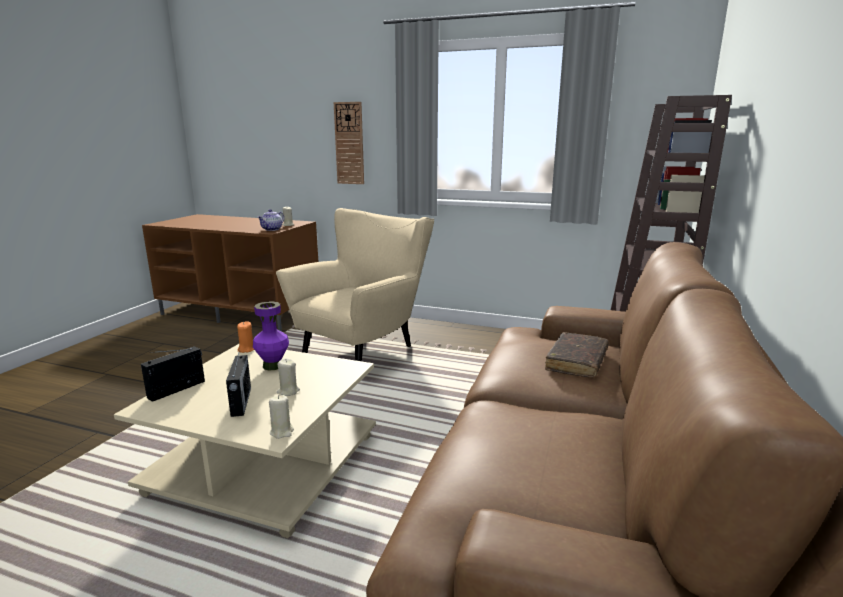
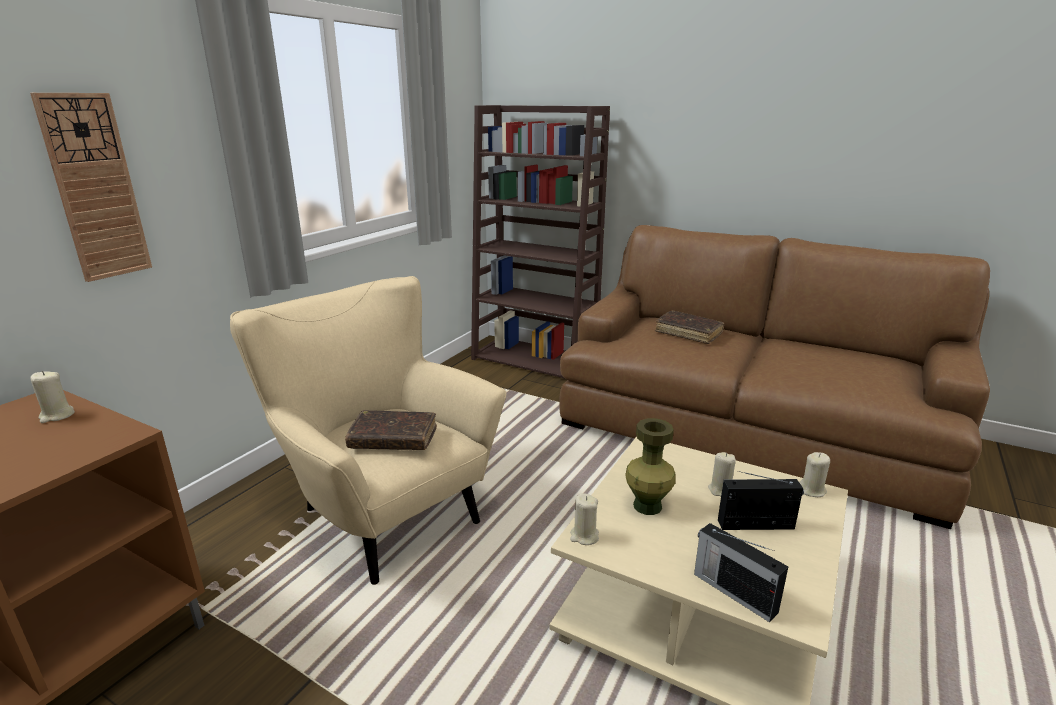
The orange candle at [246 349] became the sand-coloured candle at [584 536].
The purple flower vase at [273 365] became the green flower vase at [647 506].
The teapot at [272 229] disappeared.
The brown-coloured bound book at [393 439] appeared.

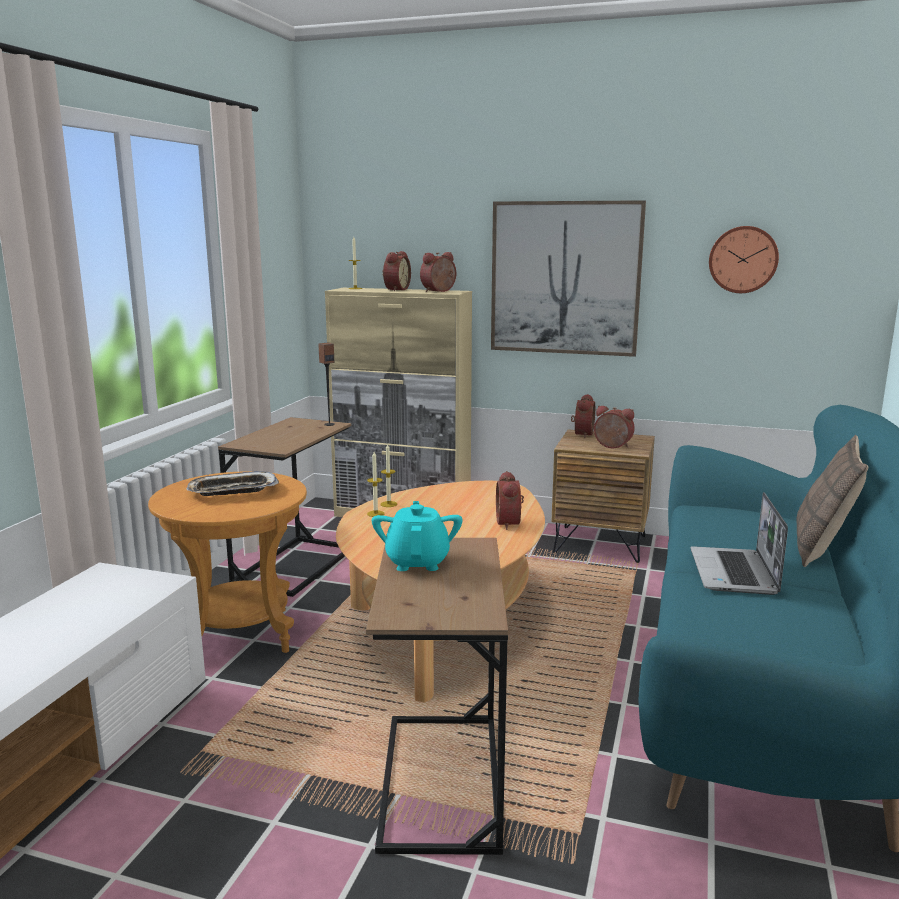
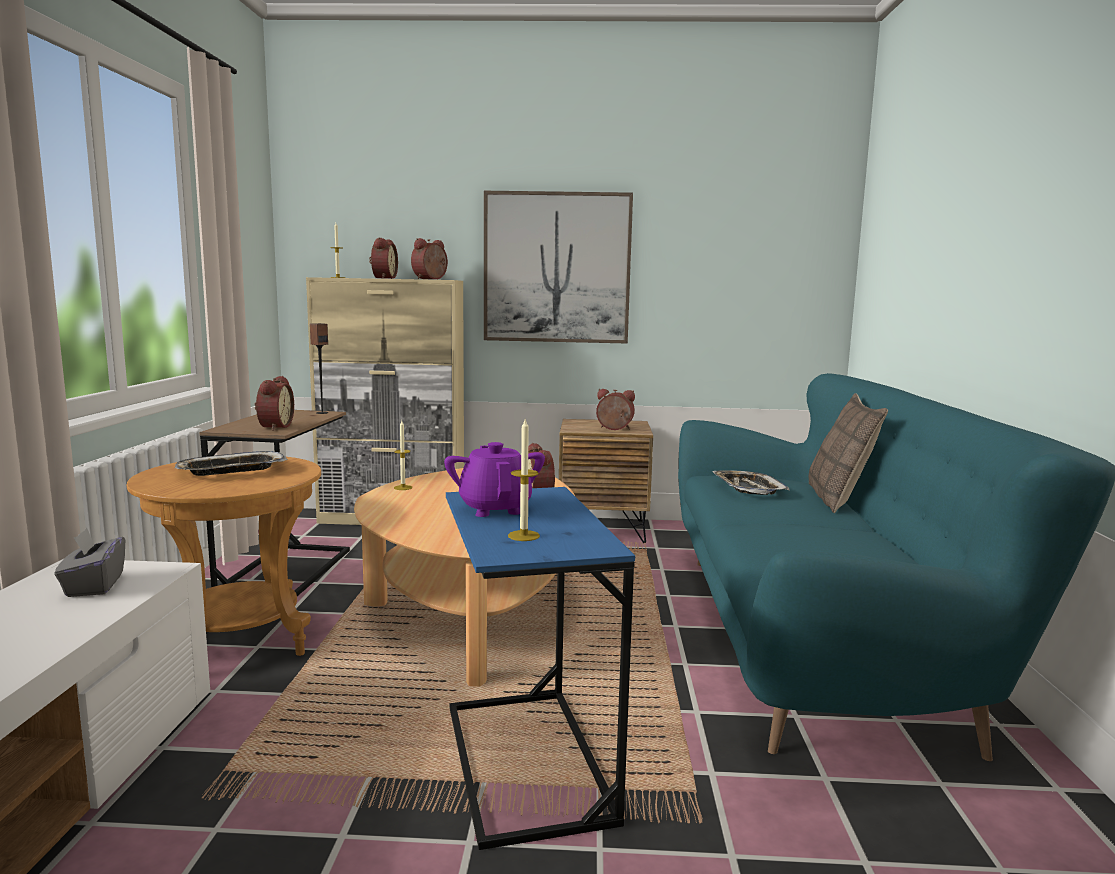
The brown-coloured side table at [441 780] became the blue-coloured side table at [527 761].
The candle moved from [375 513] to [523 536].
The turquoise teapot at [417 562] became the purple teapot at [495 508].
The bedside clock moved from [581 434] to [273 427].
The portable computer at [734 573] disappeared.
The hanging clock at [743 259] disappeared.
The greyish tissue box at [94 585] appeared.
The tray at [748 488] appeared.

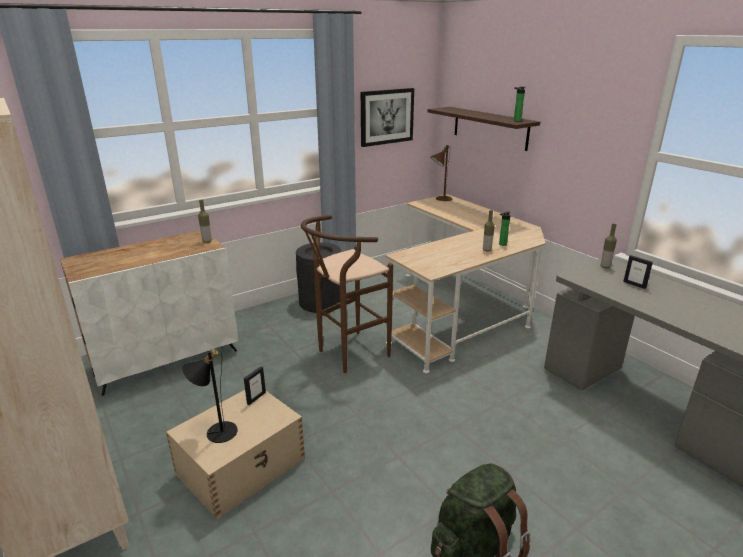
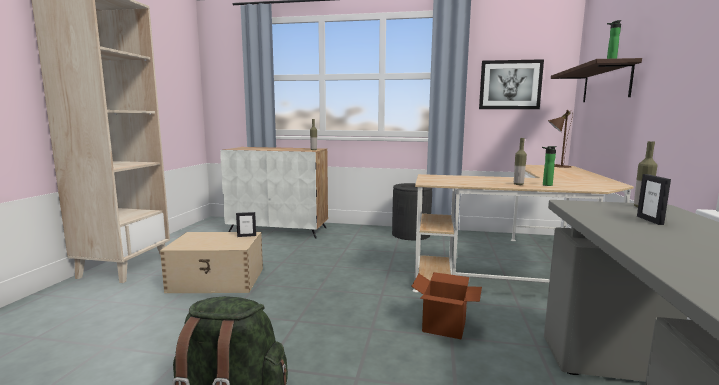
The black table lamp at [216 431] disappeared.
The brown-coloured stool seat at [347 355] disappeared.
The carton at [444 326] appeared.

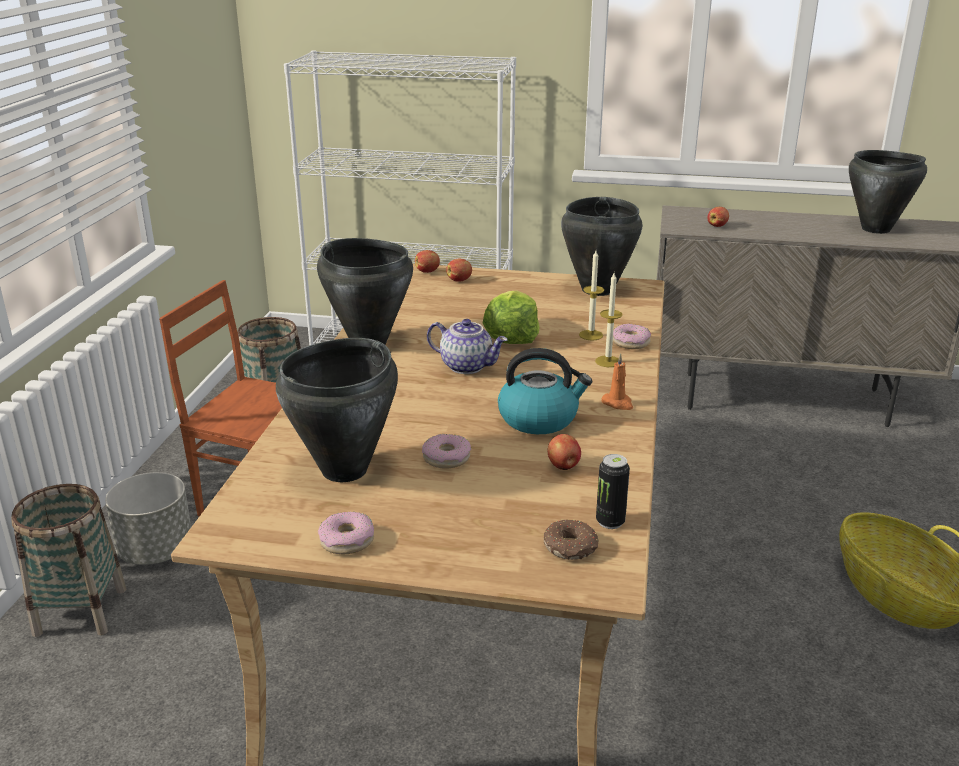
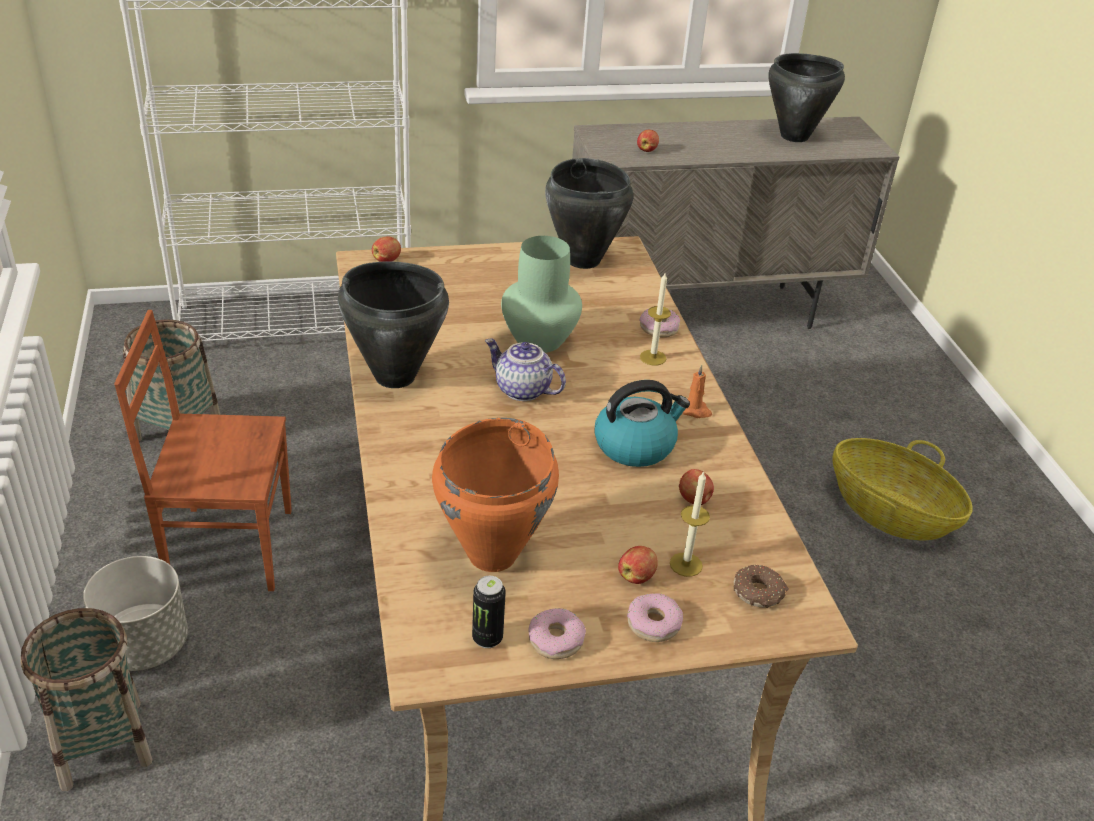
The black cooking pot at [345 470] became the orange cooking pot at [493 554].
The donut moved from [446 458] to [653 623].
The teapot at [467 366] turned 150 degrees counterclockwise.
The apple moved from [459 280] to [637 576].
The lettuce at [511 336] was replaced by the green flower vase at [538 340].
The candle moved from [591 335] to [686 564].
The can moved from [610 522] to [487 638].

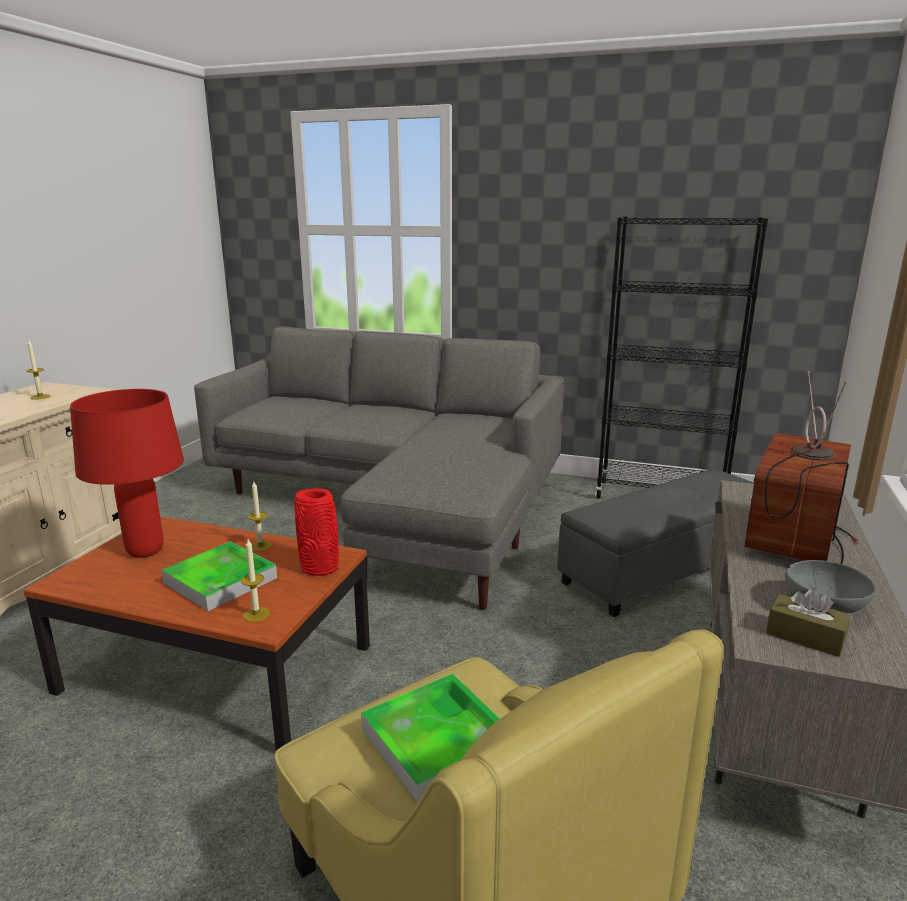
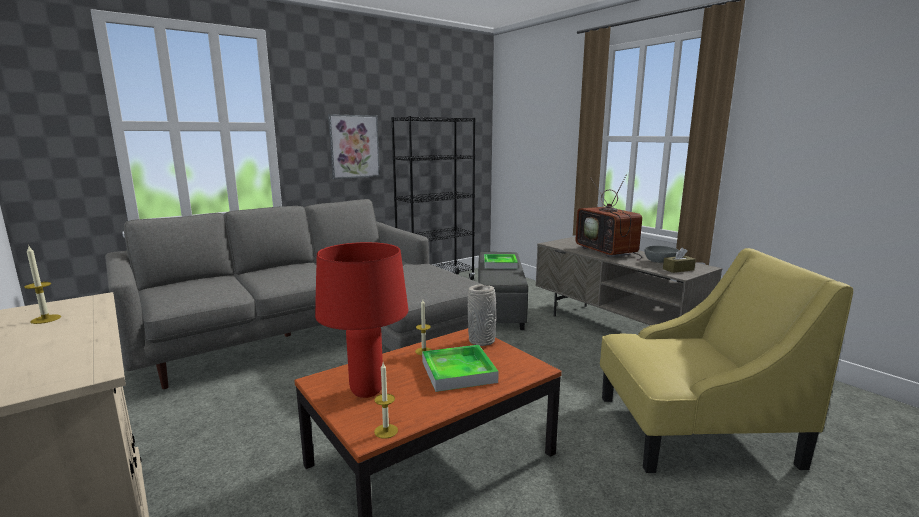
The candle moved from [256 614] to [386 431].
The red-coloured flower vase at [321 568] became the greyish flower vase at [482 341].
The tray moved from [437 741] to [500 264].
The wall picture at [354 146] appeared.

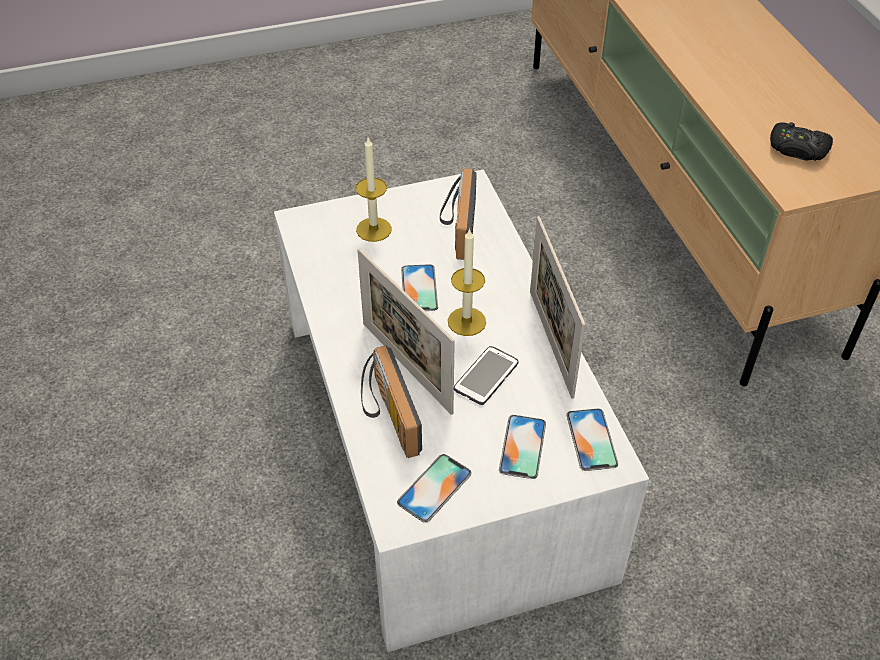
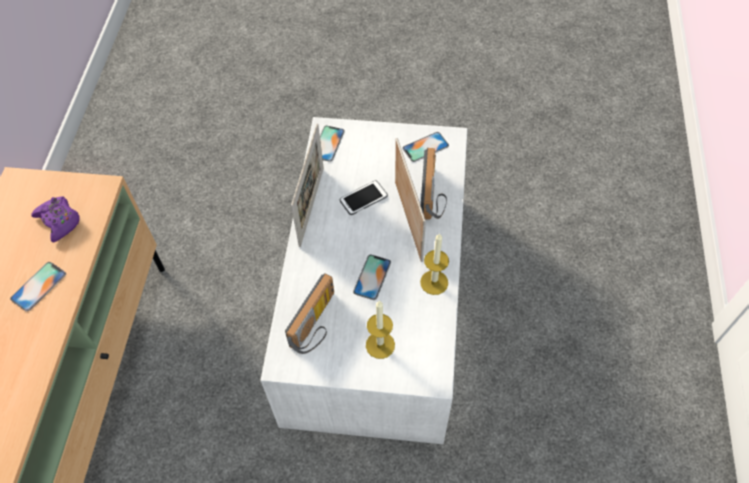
The candle moved from [466 321] to [434 282].
The handset moved from [522 446] to [38 286].
The black joypad at [797 149] became the purple joypad at [59 221].

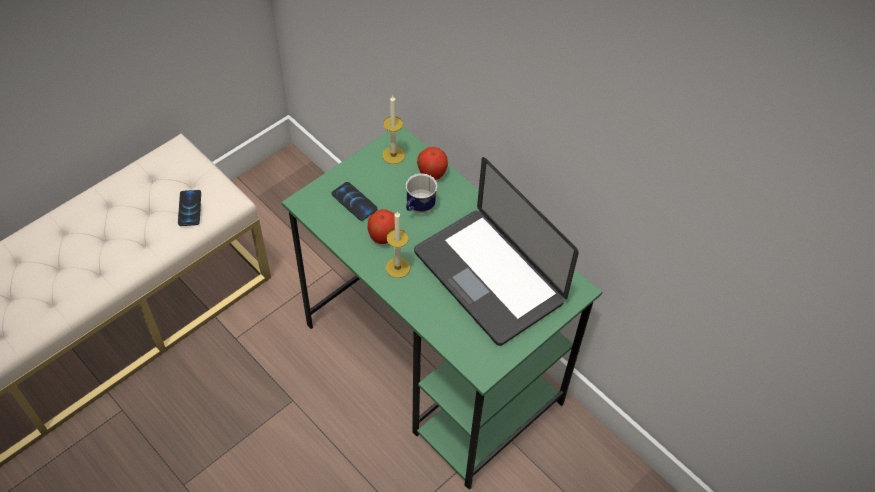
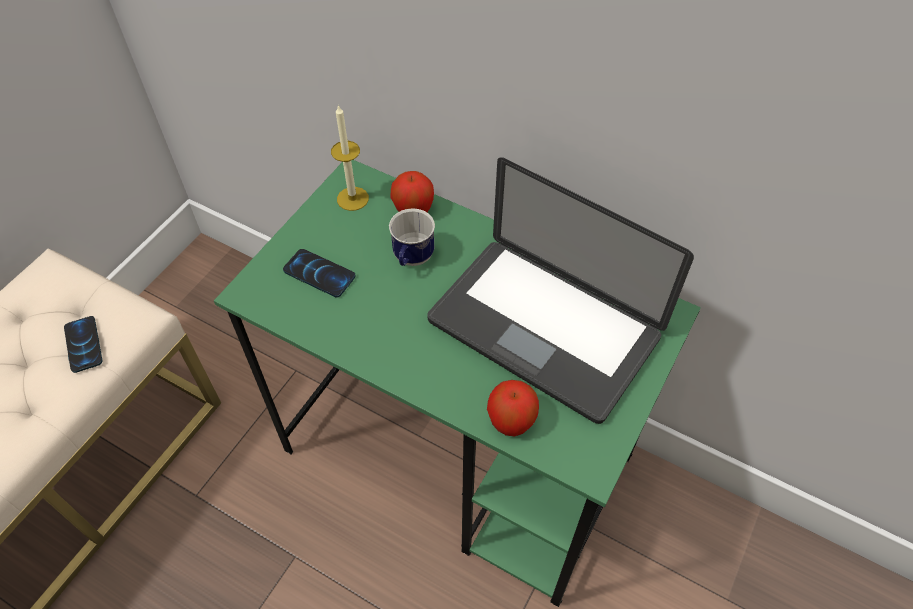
The apple moved from [383 236] to [511 420].
The candle at [397 267] disappeared.

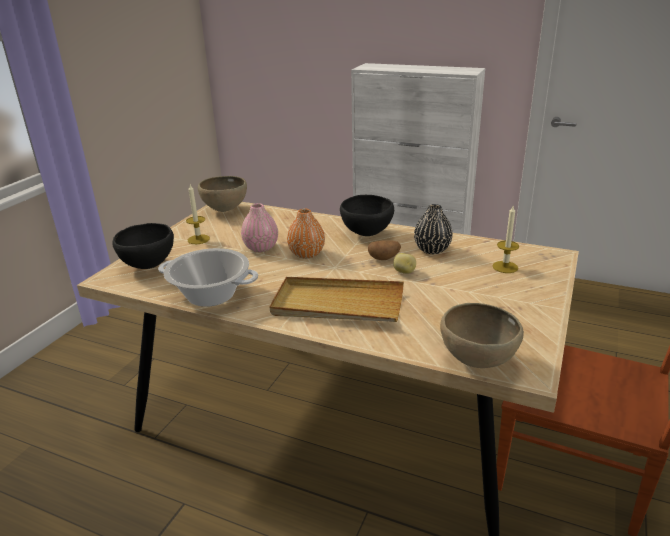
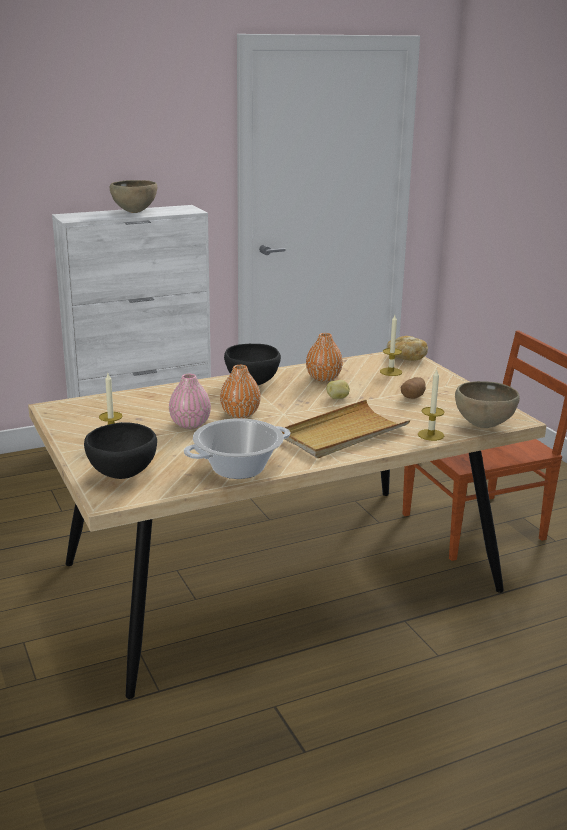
The brown-coloured deep dish moved from [225 210] to [135 212].
The potato moved from [384 258] to [413 397].
The black flower vase at [432 250] became the orange flower vase at [323 378].
The baked bread at [405 358] appeared.
The candle at [430 435] appeared.

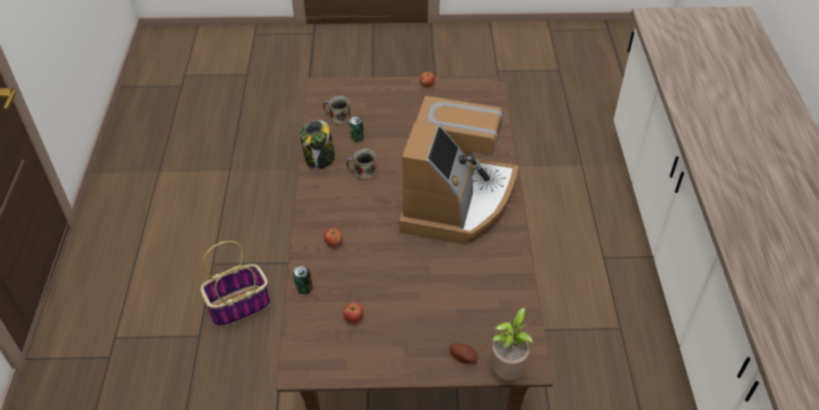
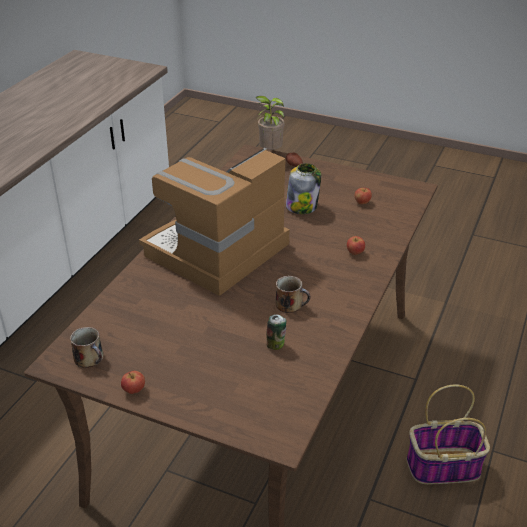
The can at [303 289] disappeared.
The jar moved from [320 159] to [302 206].
The coffee mug moved from [338 118] to [90 358].

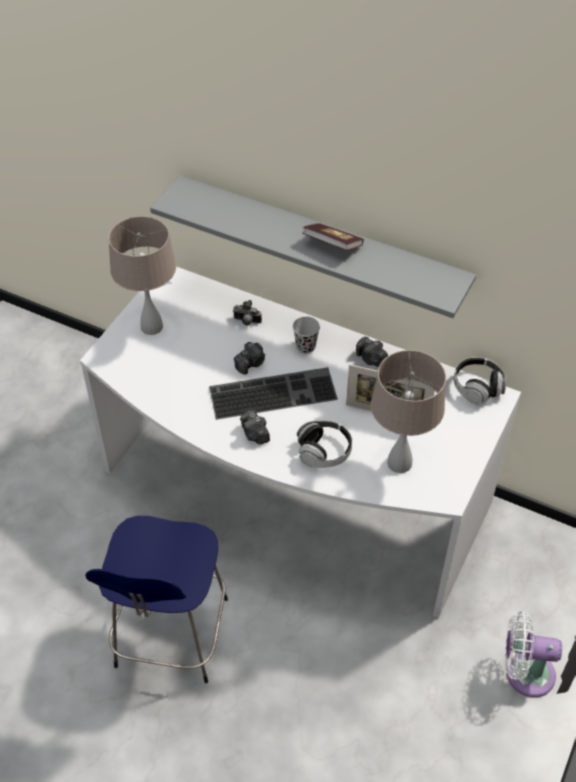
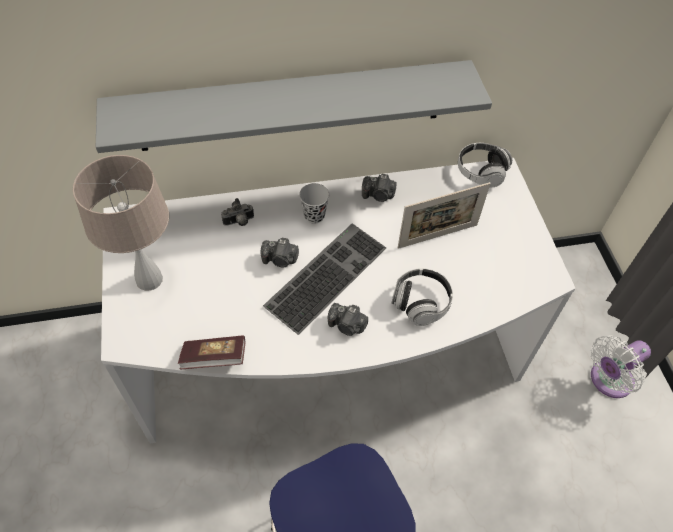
The still camera at [251 363] turned 90 degrees clockwise.
The bound book moved from [332 245] to [214 358].
The sand-coloured table lamp at [400 462] disappeared.

